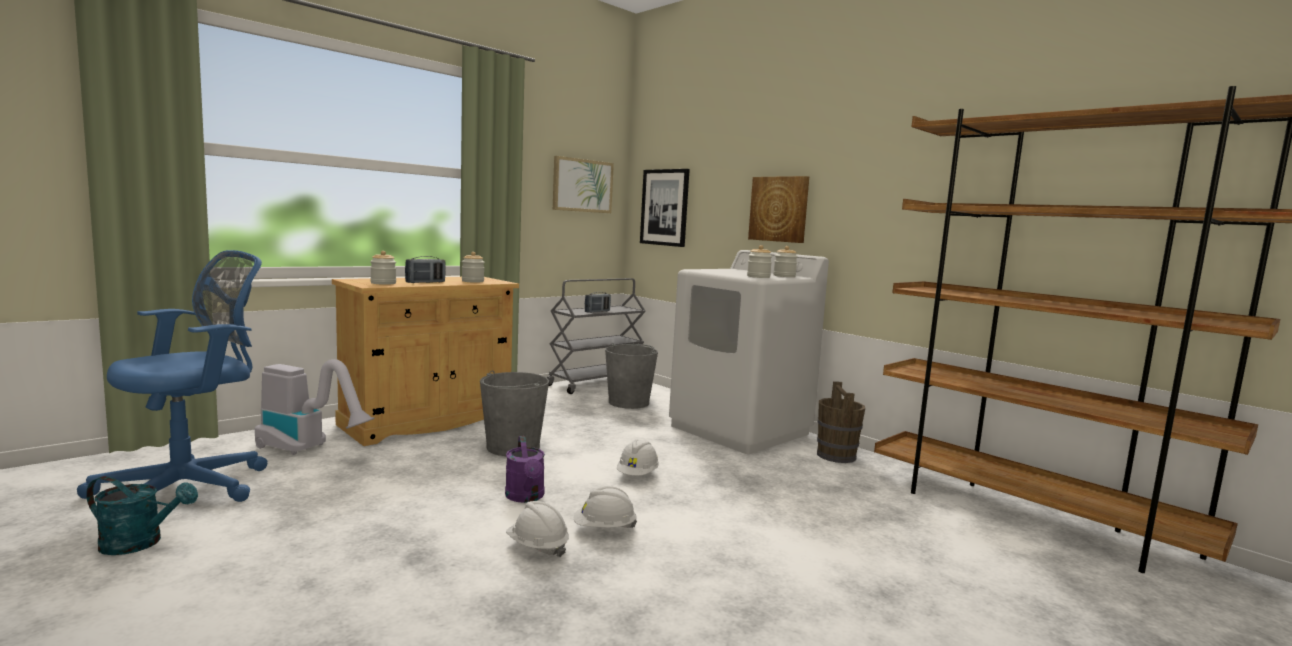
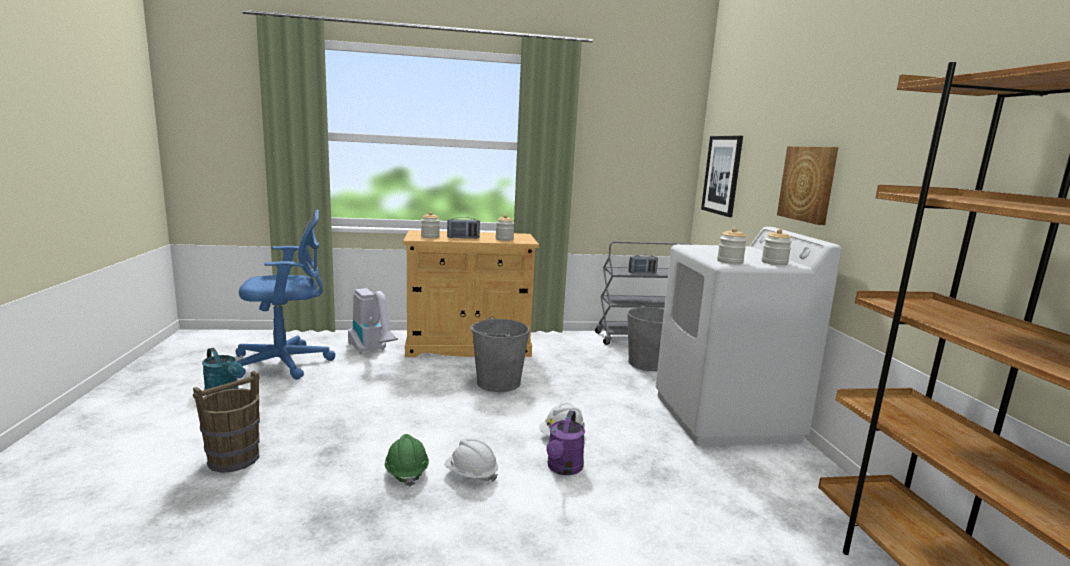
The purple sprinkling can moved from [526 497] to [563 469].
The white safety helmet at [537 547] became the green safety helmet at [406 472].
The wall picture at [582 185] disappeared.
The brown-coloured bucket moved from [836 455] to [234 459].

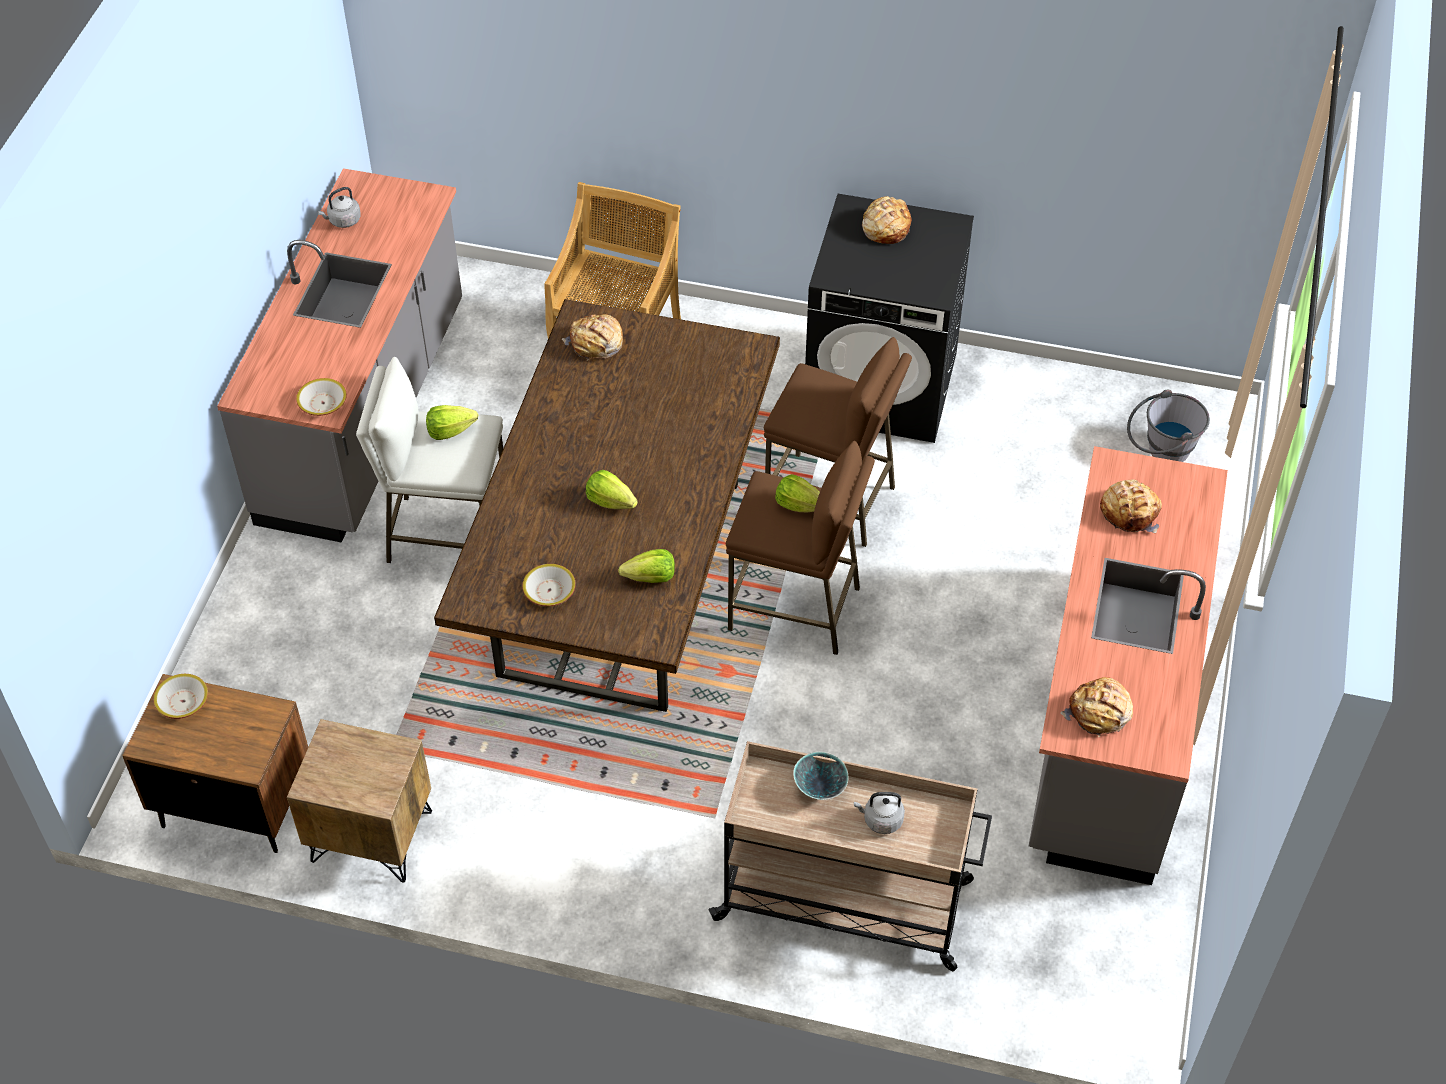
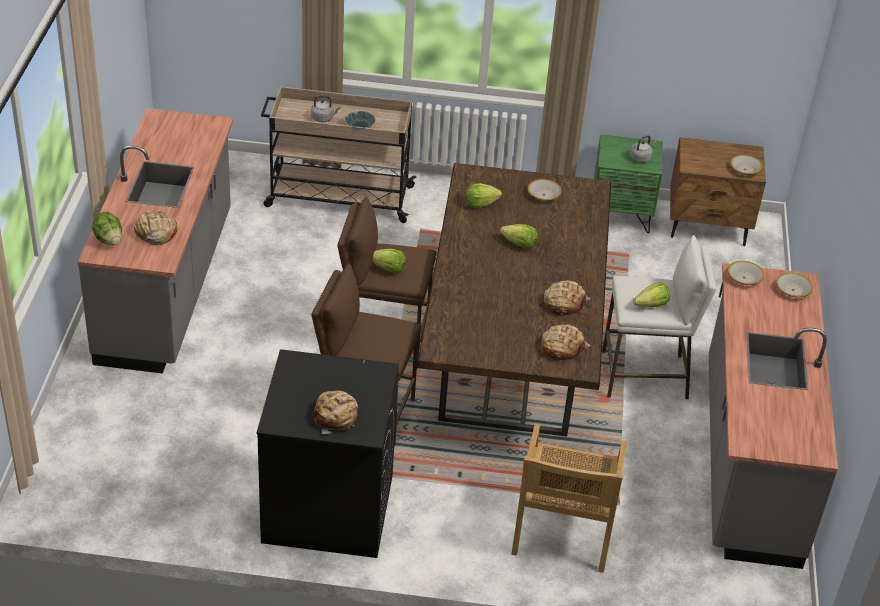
The brown-coloured bedside table at [371 837] became the green bedside table at [620 214].
The greyish kettle moved from [343 221] to [641 158].
The baked bread moved from [1099 713] to [564 303].
The greyish bucket at [1160 452] disappeared.
The lettuce at [109 240] appeared.
The deep dish at [792 290] appeared.

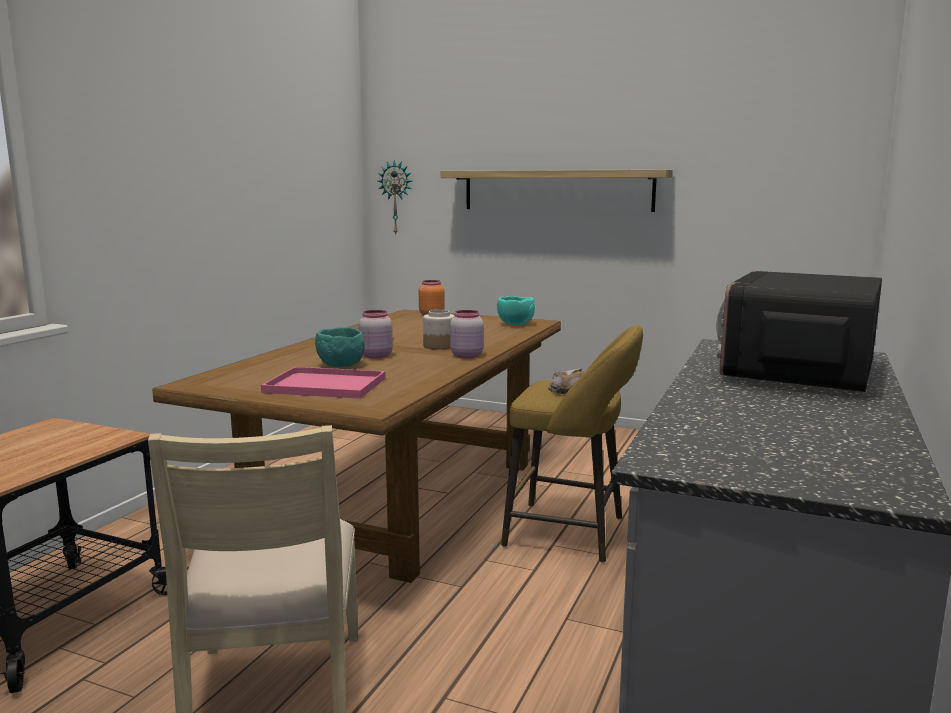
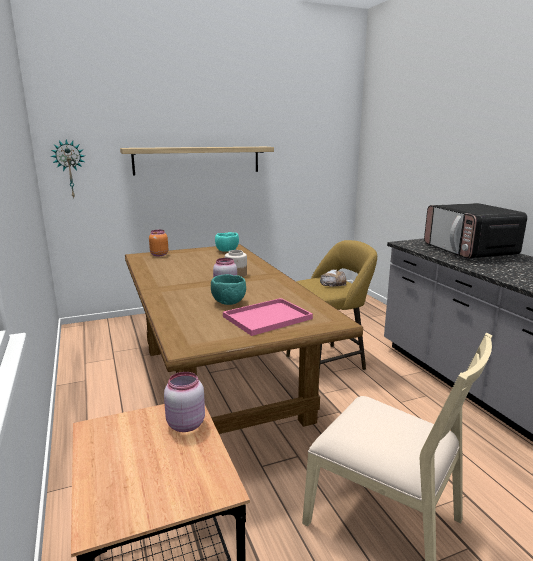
The pink jar moved from [466 356] to [184 424].

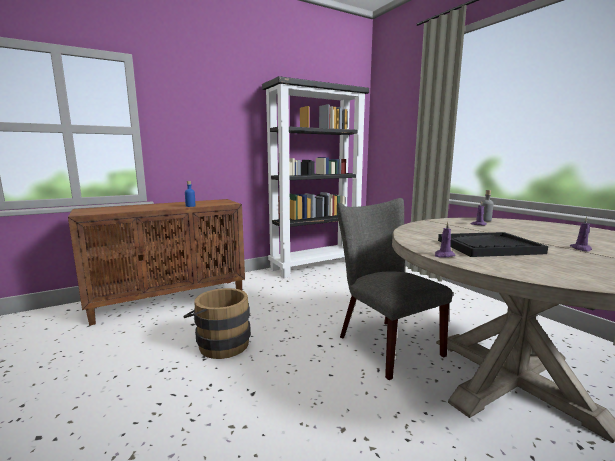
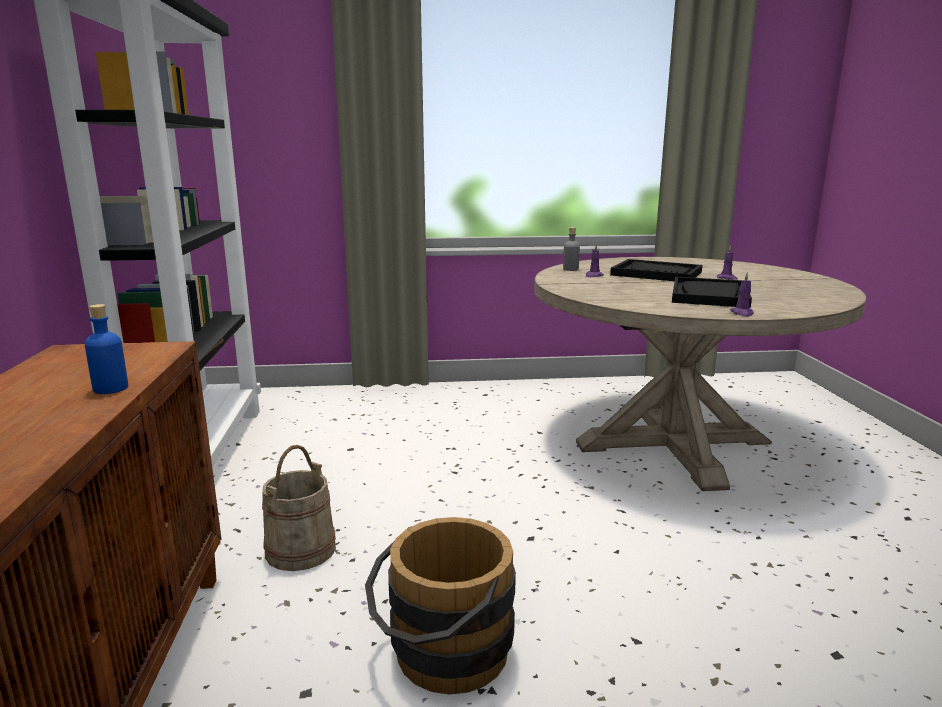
The greyish upright chair at [384 343] disappeared.
The sand-coloured bucket at [300 549] appeared.
The black tray at [656 273] appeared.

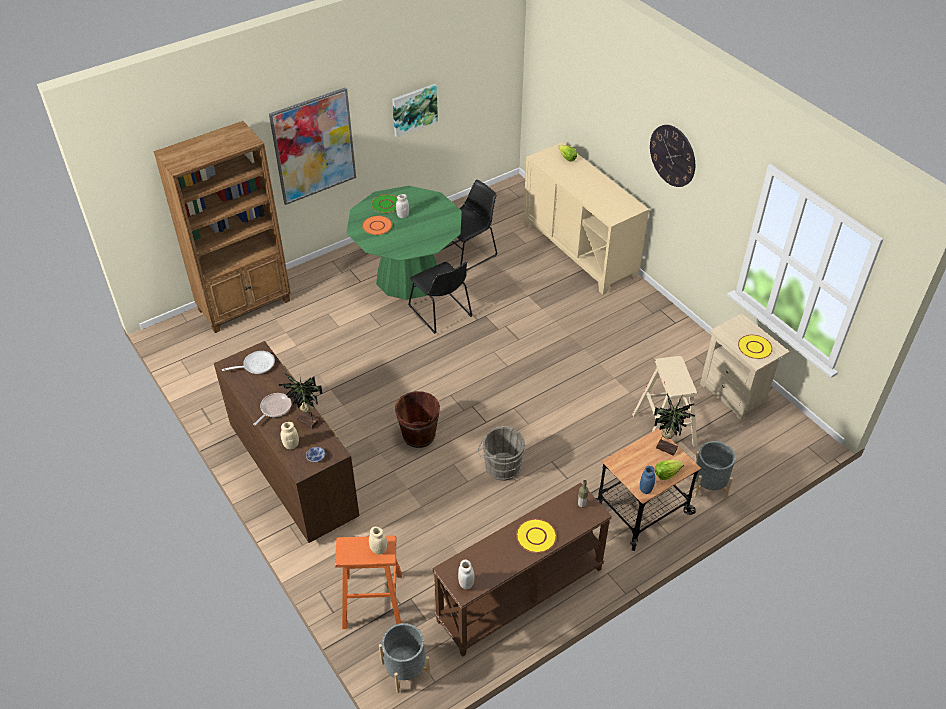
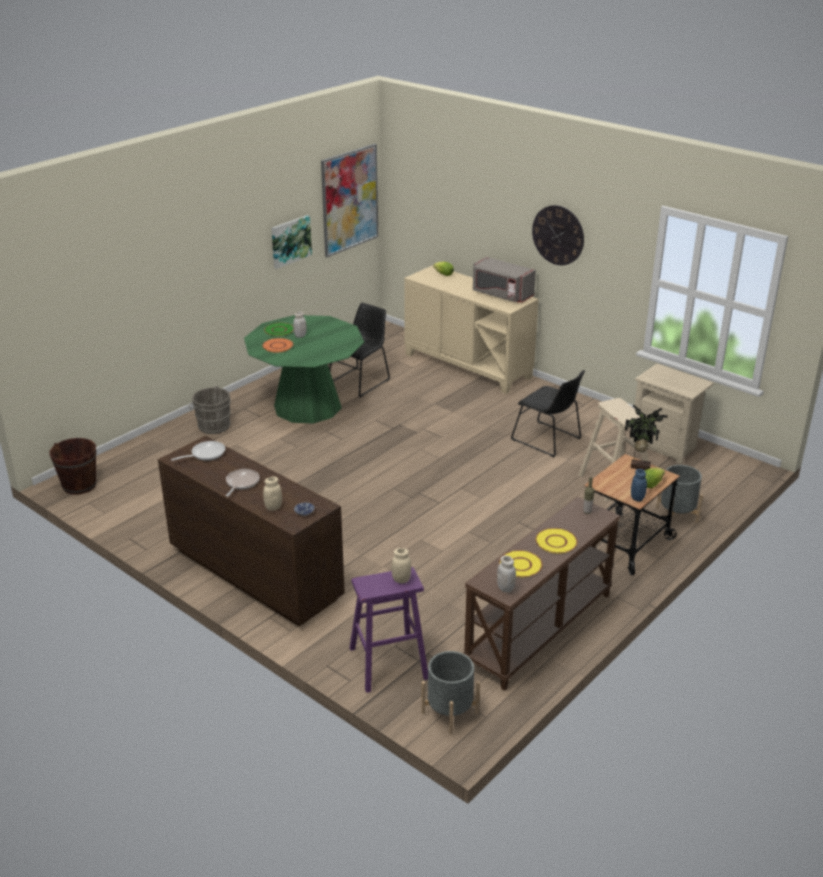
The brown-coloured bookshelf at [245 305] disappeared.
The wall picture moved from [314 146] to [349 200].
The houseplant at [307 423] disappeared.
The orange stool seat at [372 601] became the purple stool seat at [388 663].
The brown-coloured bucket moved from [419 435] to [79 485].
The black upright chair moved from [441 313] to [548 440].
The greyish bucket moved from [500 466] to [212 426].
The yellow flat dish moved from [754 347] to [520 565].
The greyish microwave oven at [501 294] appeared.

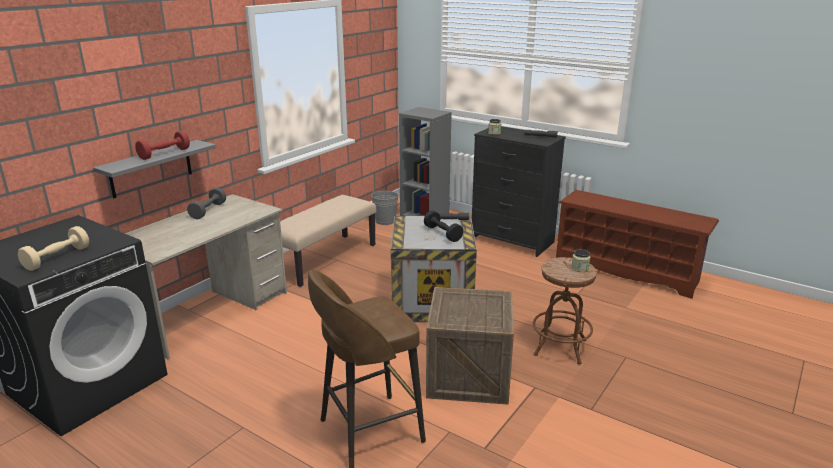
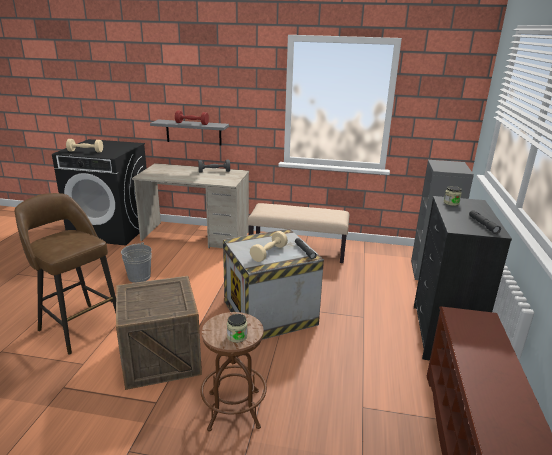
The greyish bucket moved from [385 221] to [139 277].
The black free weight at [443 234] became the sand-coloured free weight at [269 253].

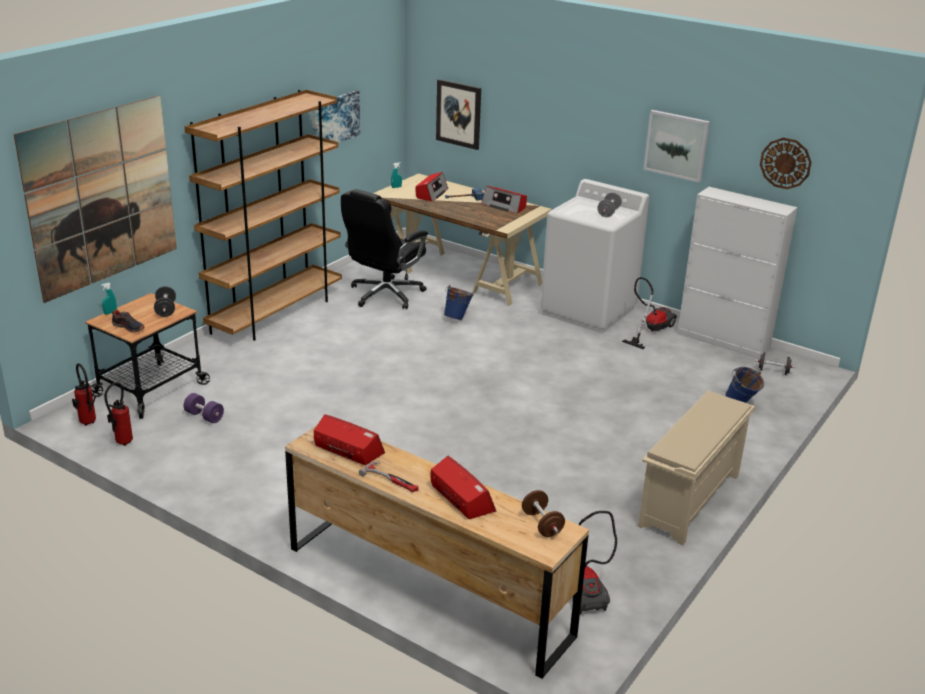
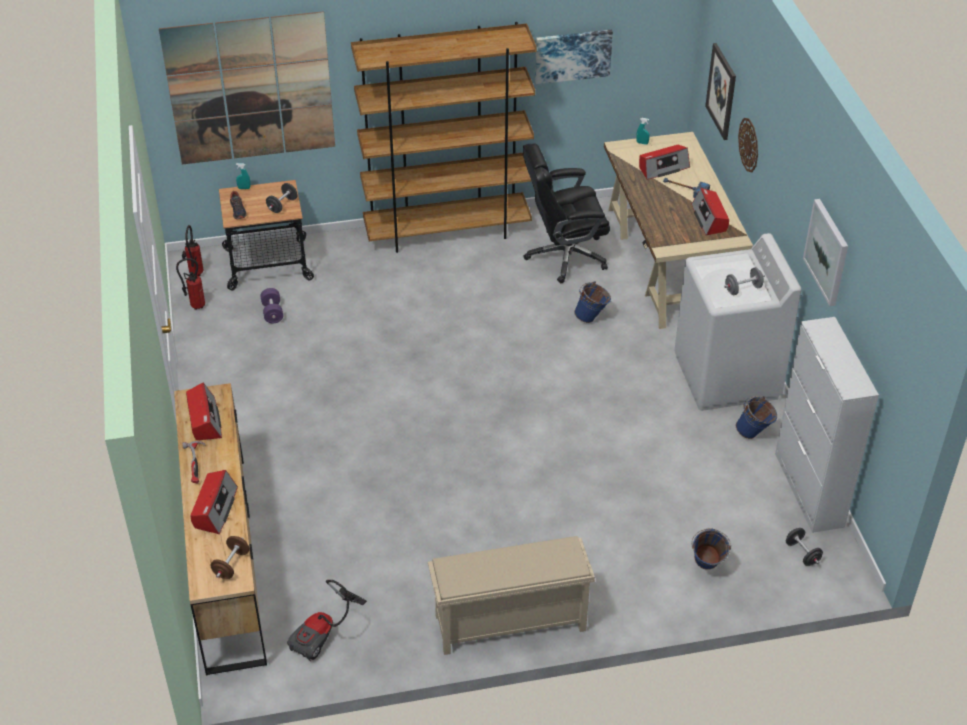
The vacuum at [650 330] was replaced by the blue-coloured bucket at [754 434].
The hanging clock moved from [785 163] to [749 144].

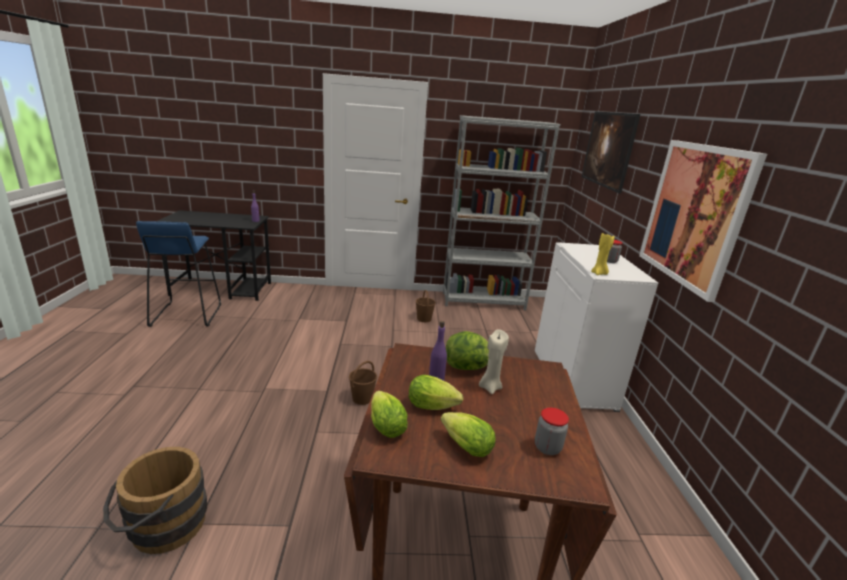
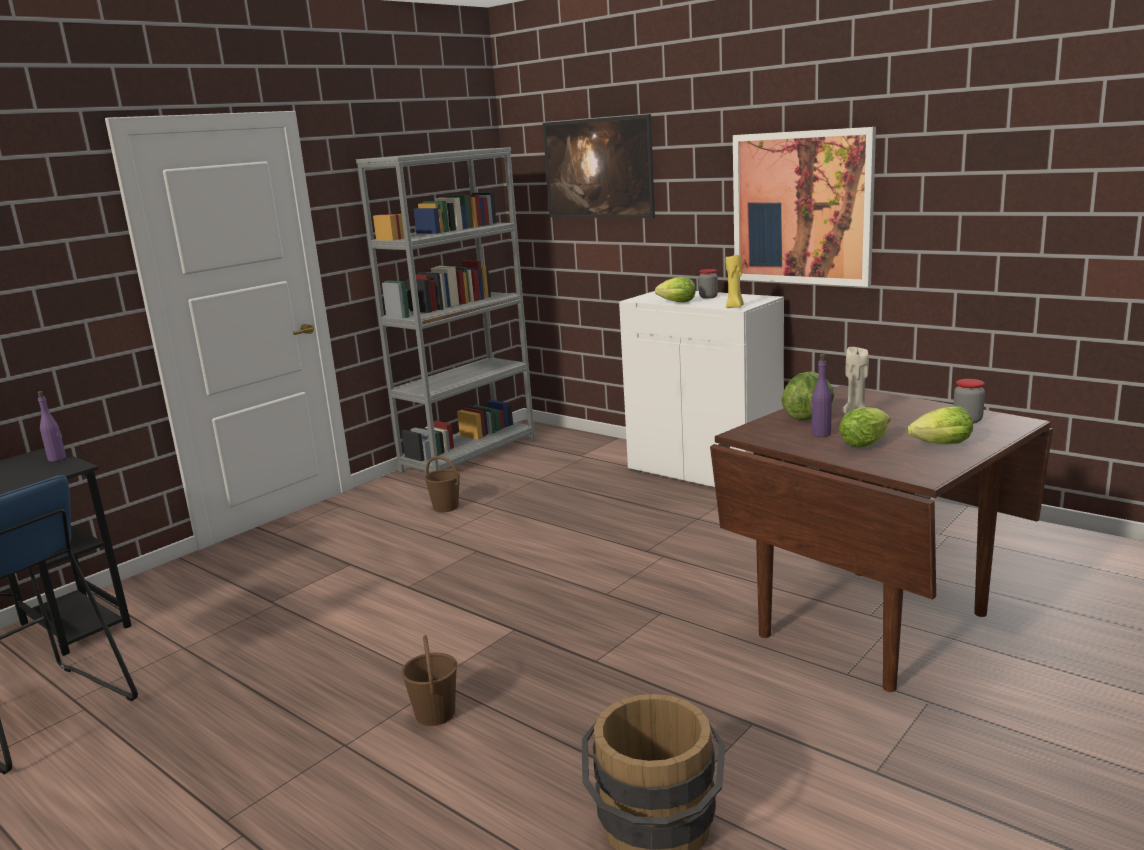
The brown-coloured bucket moved from [362 398] to [435 713].
The lettuce moved from [385 425] to [675 302].

